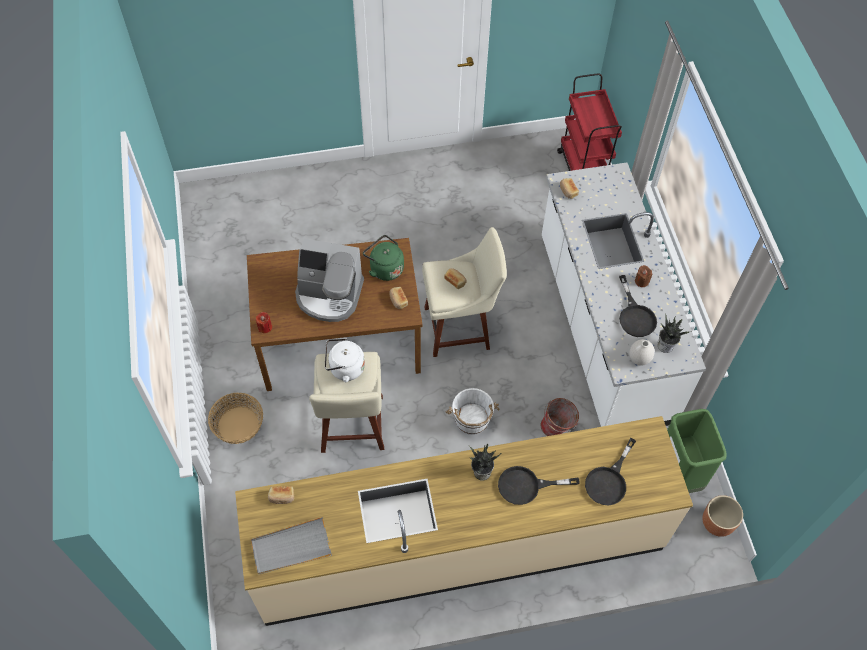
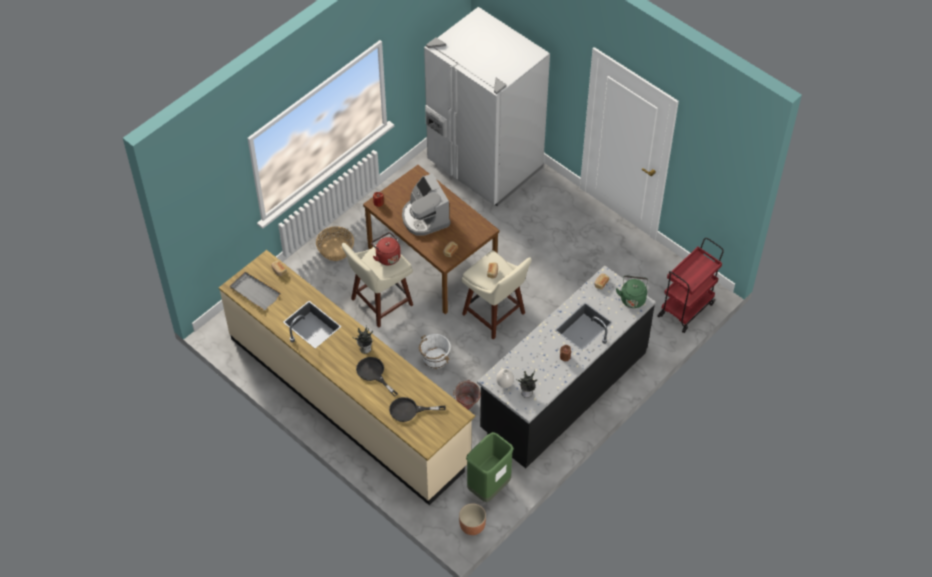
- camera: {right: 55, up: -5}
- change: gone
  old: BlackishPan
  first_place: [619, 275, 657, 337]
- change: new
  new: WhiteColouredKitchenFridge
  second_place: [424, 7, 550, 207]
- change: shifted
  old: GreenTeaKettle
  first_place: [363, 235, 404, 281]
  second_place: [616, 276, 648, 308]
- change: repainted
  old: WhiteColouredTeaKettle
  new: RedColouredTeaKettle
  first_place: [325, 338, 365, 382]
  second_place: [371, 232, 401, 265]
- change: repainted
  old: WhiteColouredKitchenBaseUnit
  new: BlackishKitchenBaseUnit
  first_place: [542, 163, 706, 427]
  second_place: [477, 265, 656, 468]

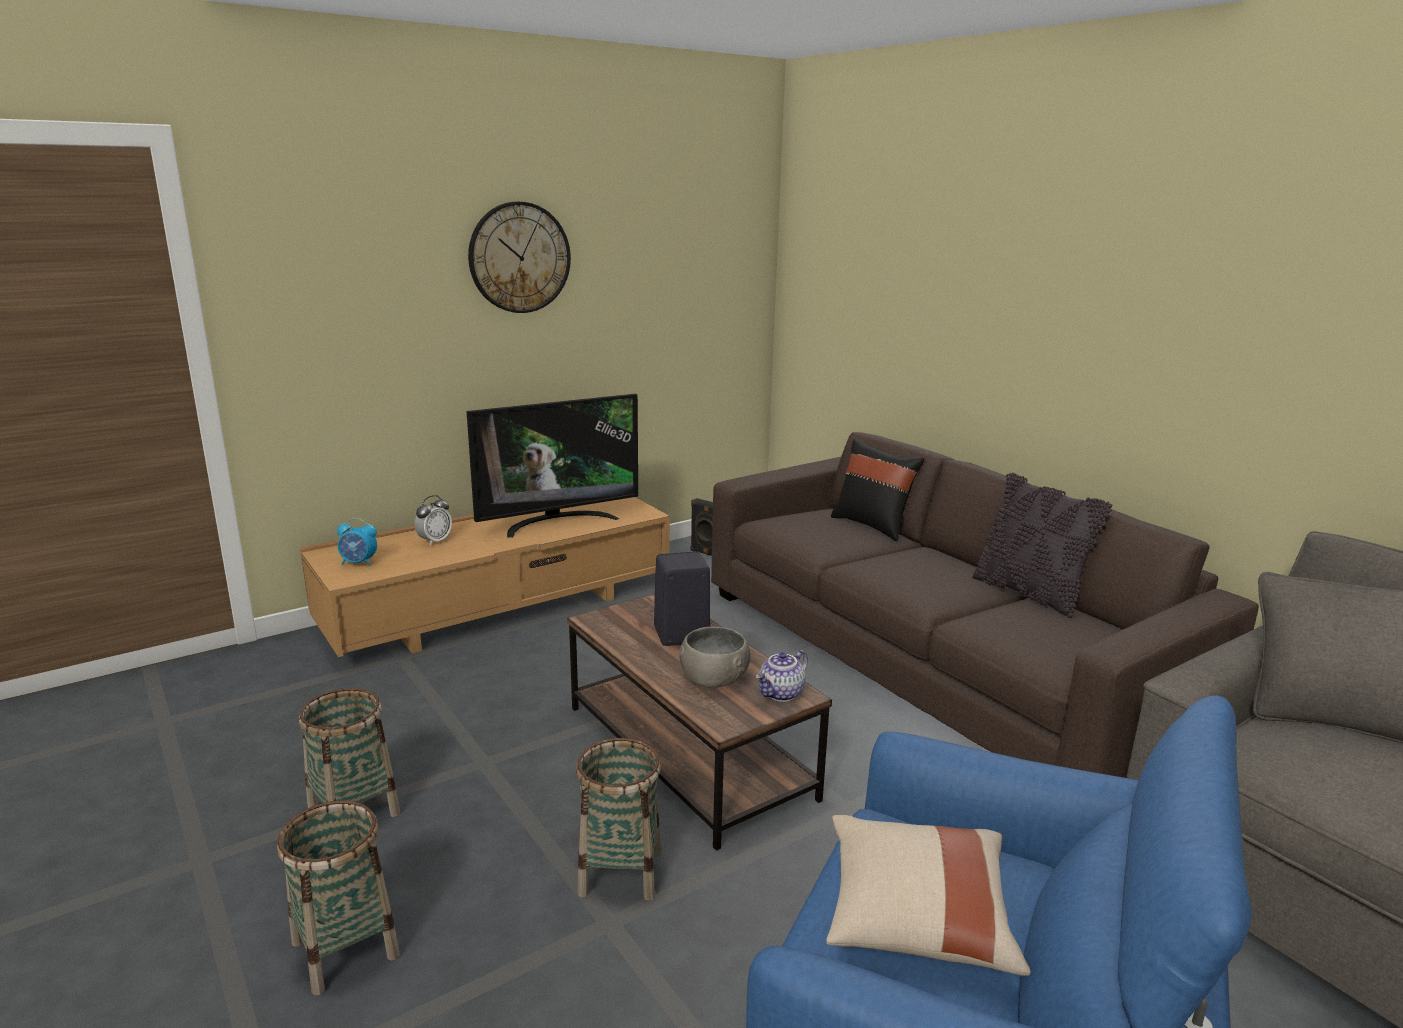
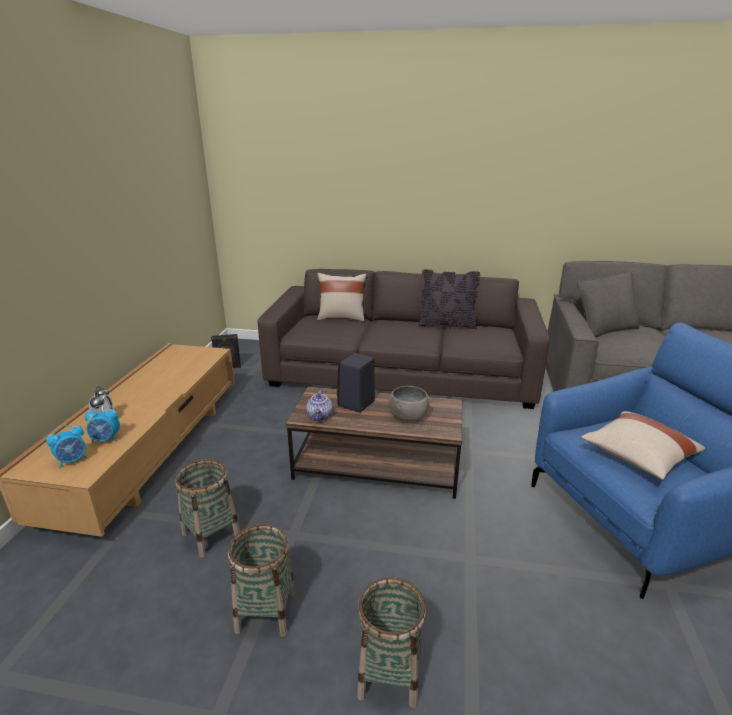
- camera: {right: -45, up: 5}
- change: gone
  old: Tv
  first_place: [467, 394, 638, 538]
- change: gone
  old: HangingClock
  first_place: [468, 201, 571, 313]
- change: new
  new: TableClock
  second_place: [85, 405, 120, 443]
- change: shifted
  old: HouseholdBasket
  first_place: [576, 738, 661, 901]
  second_place: [175, 459, 240, 558]
- change: shifted
  old: TeaPot
  first_place: [756, 650, 808, 702]
  second_place: [306, 390, 333, 421]
- change: repainted
  old: BlackishCushion
  new: BeigeCushion
  first_place: [831, 438, 924, 541]
  second_place: [317, 273, 367, 321]

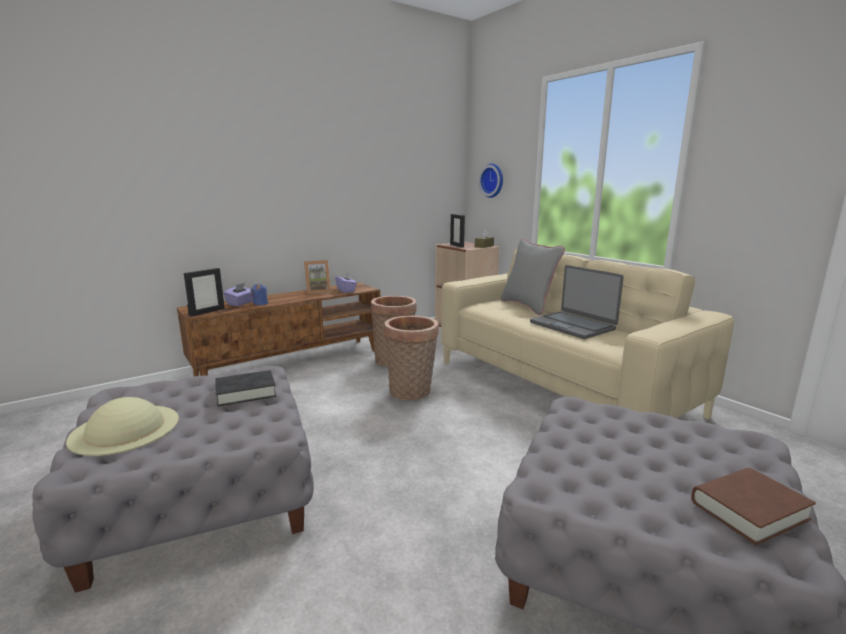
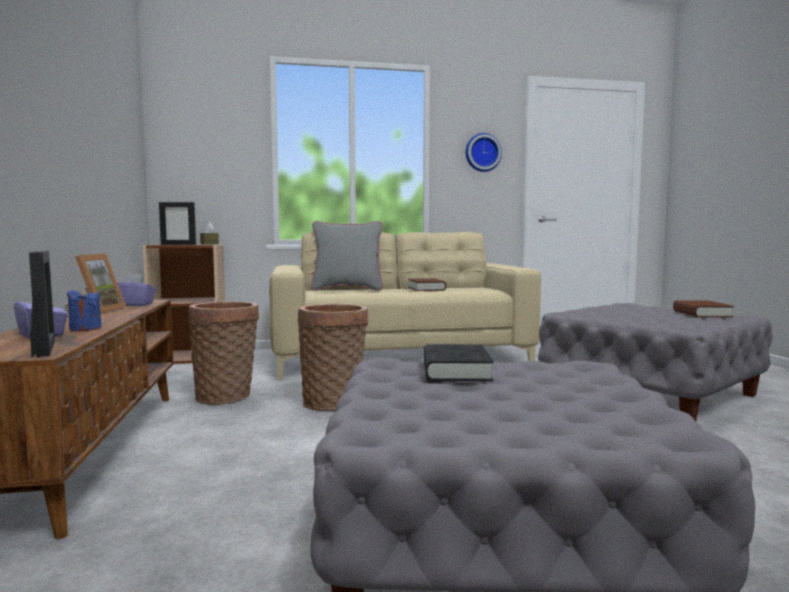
- camera: {right: -65, up: -10}
- change: gone
  old: BeigeClothingHat
  first_place: [66, 397, 179, 456]
- change: shifted
  old: HangingClock
  first_place: [479, 163, 503, 198]
  second_place: [466, 133, 502, 172]
- change: swapped
  old: NotebookComputer
  new: BrownColouredBoundBook
  first_place: [530, 265, 624, 339]
  second_place: [408, 278, 446, 291]

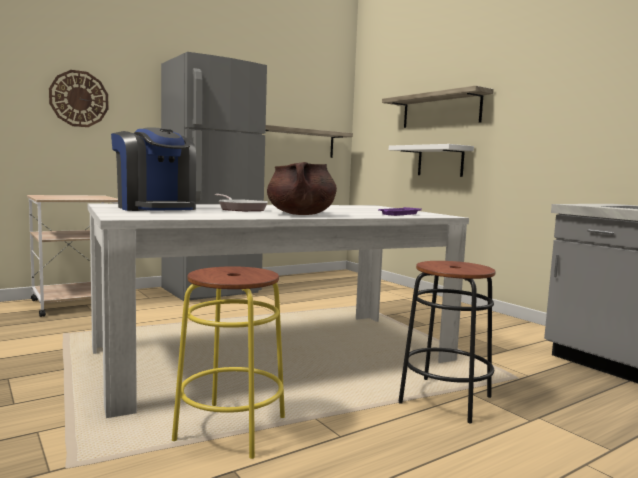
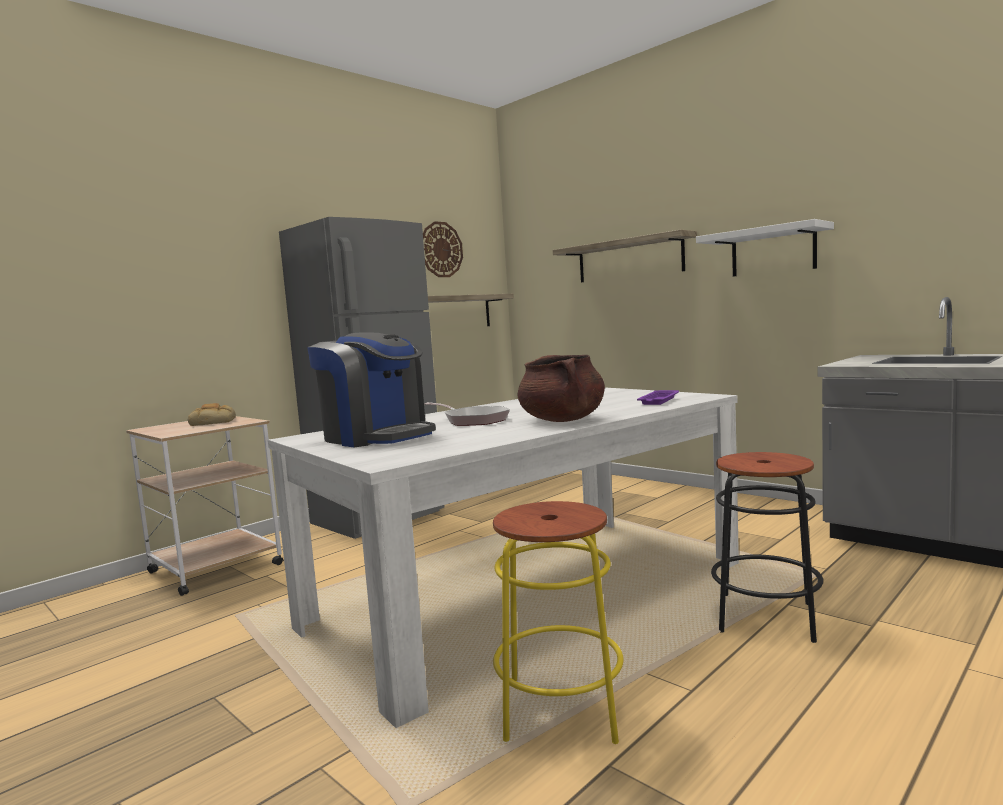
- camera: {right: -10, up: 0}
- change: new
  new: Bread
  second_place: [188, 403, 236, 426]
- change: shifted
  old: HangingClock
  first_place: [49, 70, 108, 127]
  second_place: [423, 221, 463, 277]
- change: shifted
  old: WhiteColouredWallShelf
  first_place: [389, 144, 474, 177]
  second_place: [696, 219, 834, 277]

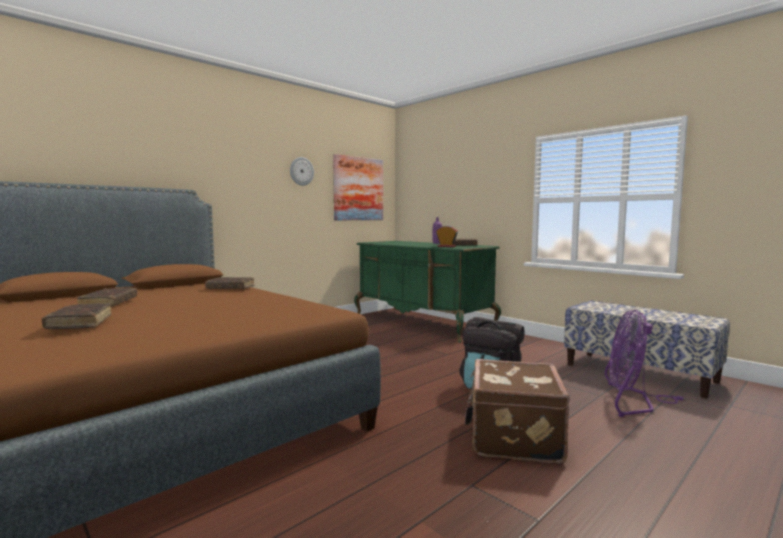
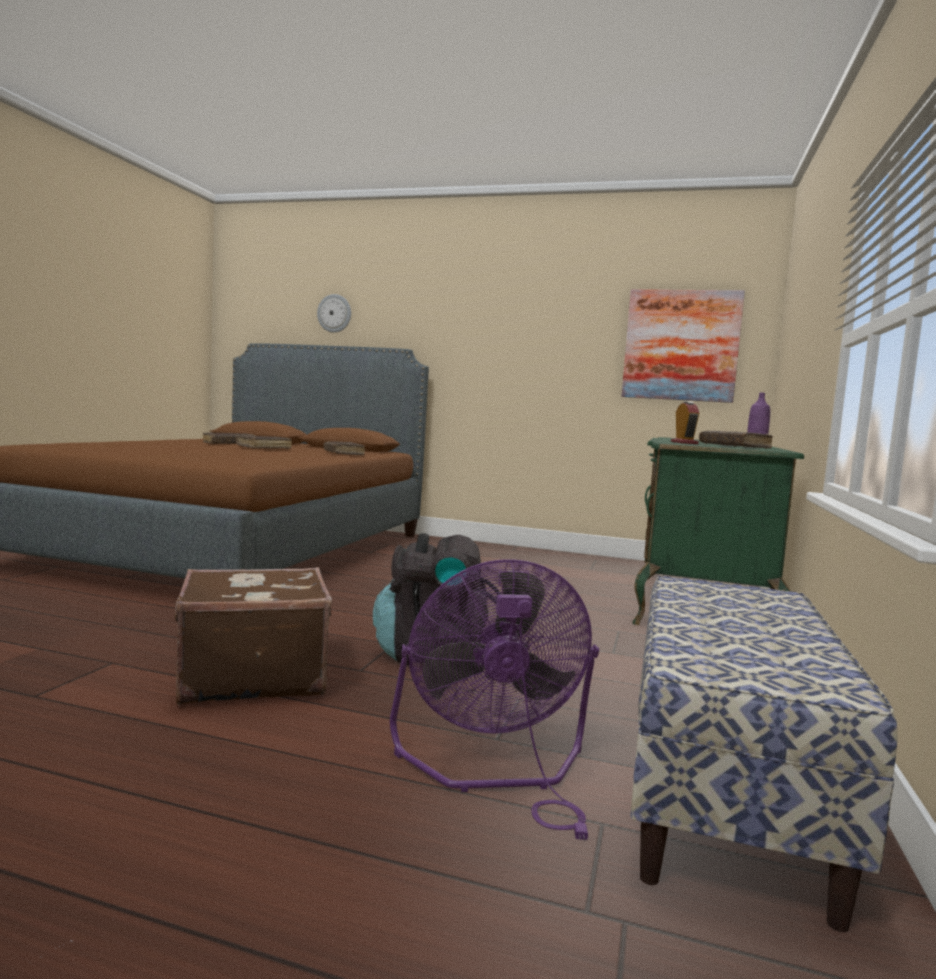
- camera: {right: 60, up: 0}
- change: shifted
  old: BrownColouredBoundBook
  first_place: [42, 303, 111, 329]
  second_place: [236, 435, 292, 449]
- change: shifted
  old: HangingClock
  first_place: [290, 157, 314, 186]
  second_place: [317, 294, 351, 333]

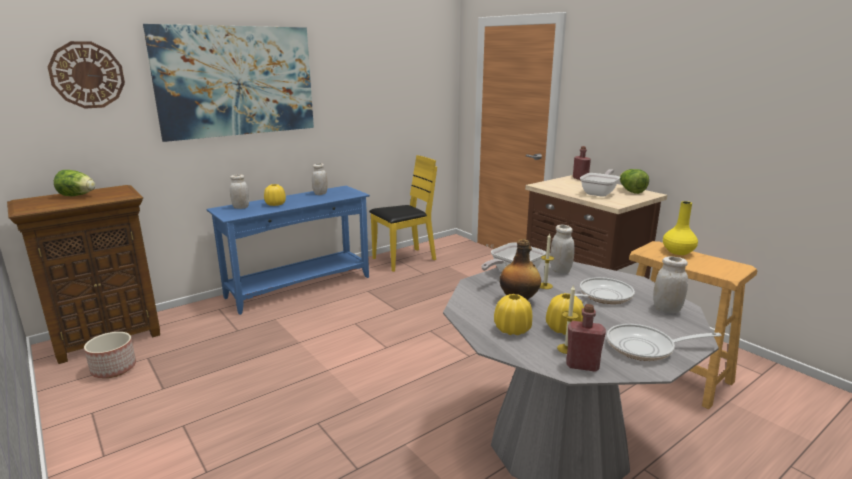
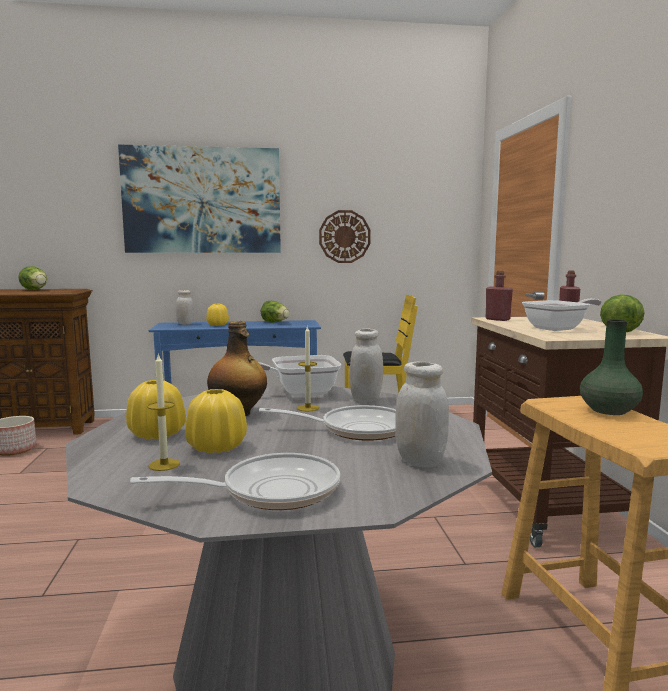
- camera: {right: 30, up: -10}
- change: shifted
  old: HangingClock
  first_place: [48, 41, 125, 109]
  second_place: [319, 210, 371, 263]
- change: shifted
  old: RedColouredBeverageBottle
  first_place: [566, 304, 606, 372]
  second_place: [485, 271, 513, 321]
- change: swapped
  old: WhiteColouredJar
  new: LettuceHead
  first_place: [312, 163, 328, 195]
  second_place: [261, 301, 290, 323]
- change: repainted
  old: YellowishVase
  new: GreenVase
  first_place: [663, 201, 698, 255]
  second_place: [580, 319, 643, 415]
- change: rotated
  old: Pan
  first_place: [607, 324, 721, 361]
  second_place: [130, 453, 340, 510]
  degrees: 135

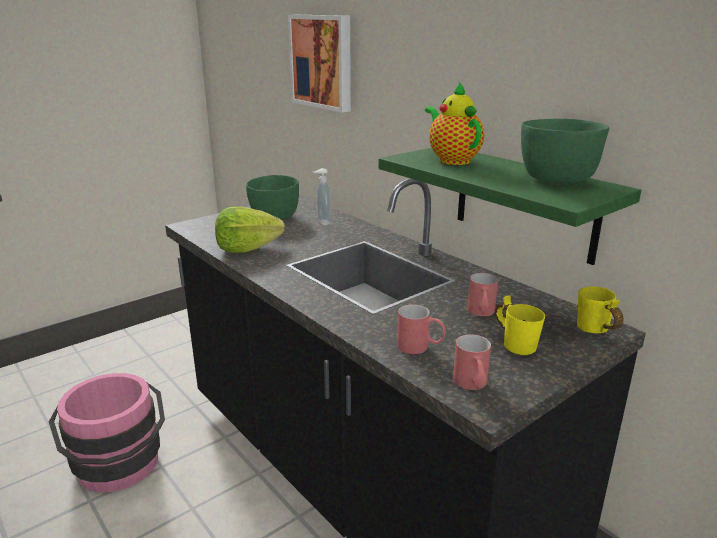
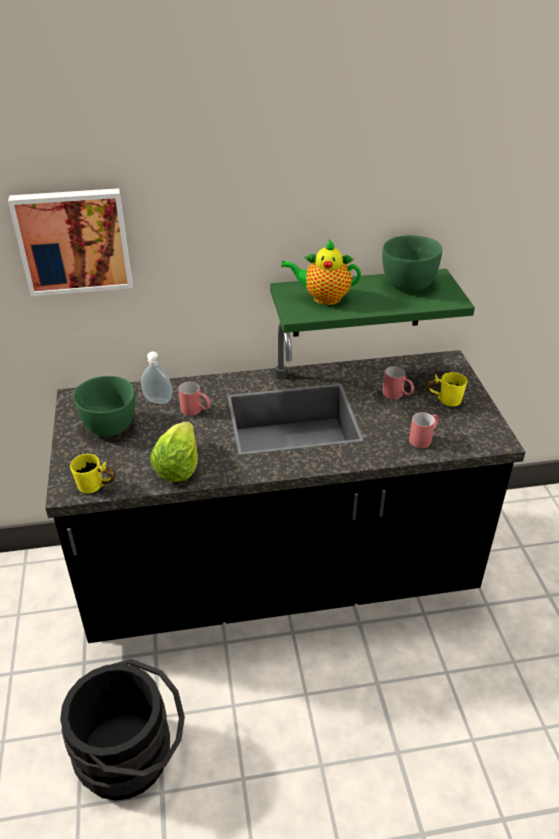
- camera: {right: -60, up: 15}
- change: shifted
  old: RedColouredTeaMug
  first_place: [453, 335, 491, 390]
  second_place: [178, 381, 211, 416]
- change: shifted
  old: YellowishTeaMug
  first_place: [577, 286, 624, 334]
  second_place: [70, 454, 116, 494]
- change: repainted
  old: PinkishPail
  new: BlackishPail
  first_place: [49, 373, 165, 492]
  second_place: [60, 659, 185, 801]

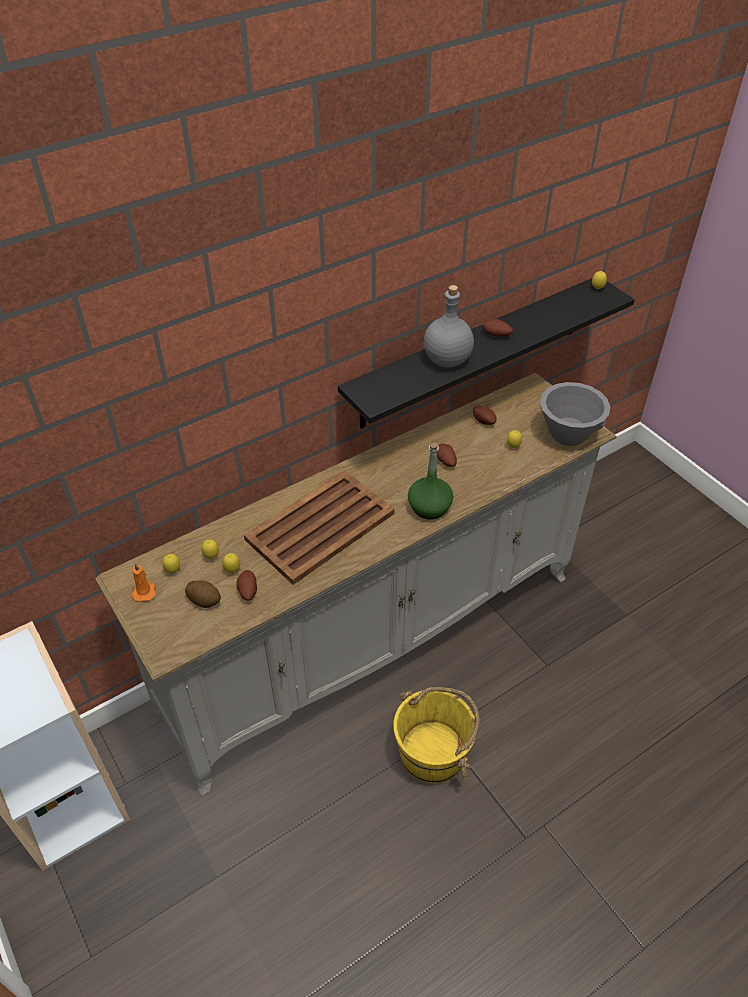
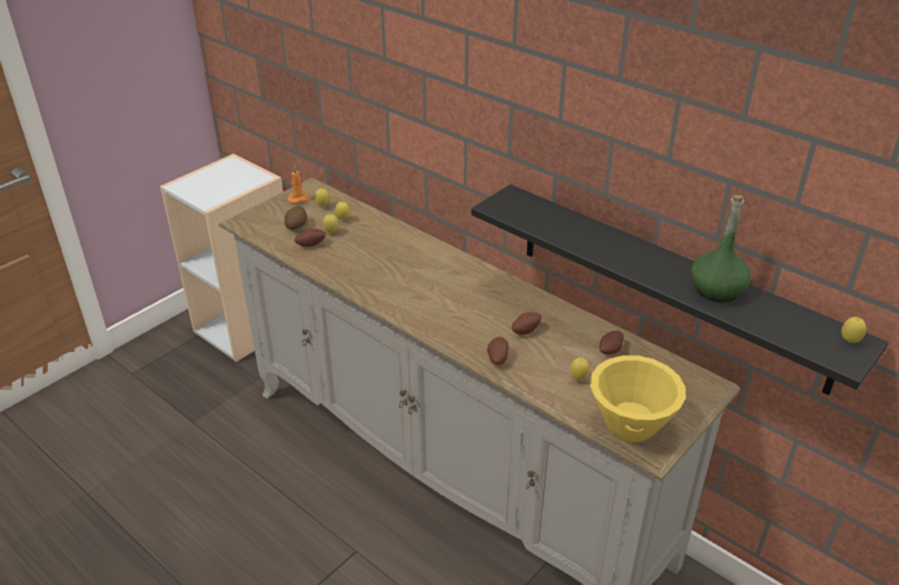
- camera: {right: 75, up: -10}
- change: gone
  old: BrownColouredServingTray
  first_place: [244, 470, 394, 585]
- change: gone
  old: YellowishPail
  first_place: [393, 687, 480, 784]
- change: gone
  old: GreyishBeverageBottle
  first_place: [424, 285, 474, 368]
- change: shifted
  old: GreenBeverageBottle
  first_place: [408, 442, 453, 519]
  second_place: [692, 195, 751, 302]
- change: shifted
  old: Spud
  first_place: [483, 319, 513, 337]
  second_place: [487, 337, 509, 365]
- change: repainted
  old: GreyishBowl
  new: YellowishBowl
  first_place: [540, 382, 610, 446]
  second_place: [590, 355, 686, 442]

